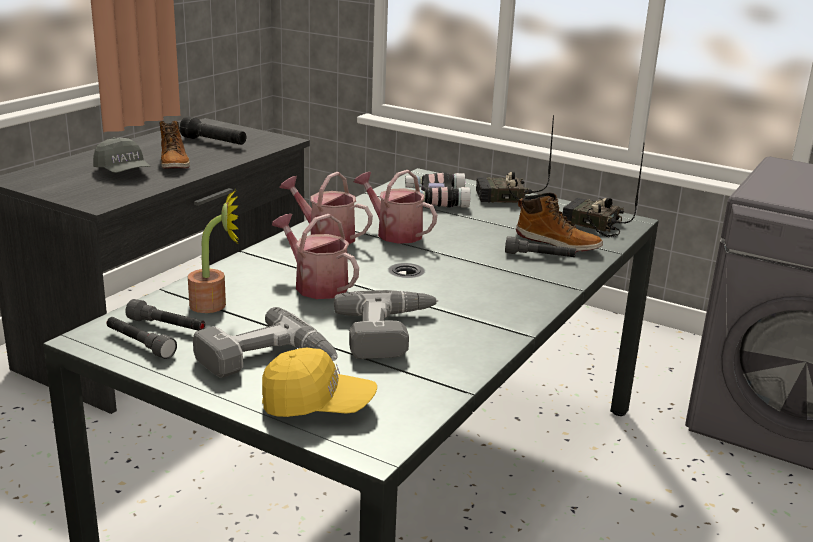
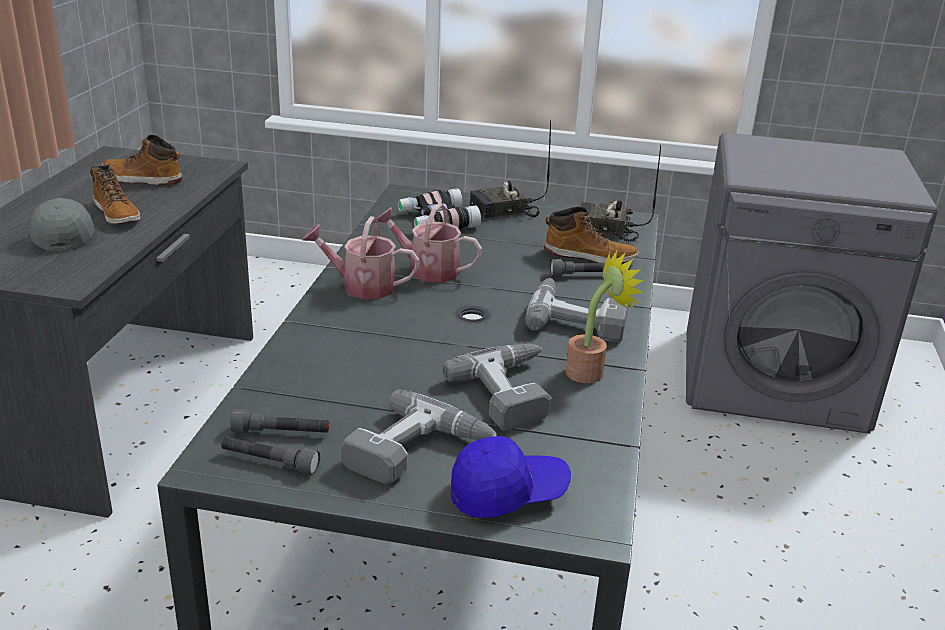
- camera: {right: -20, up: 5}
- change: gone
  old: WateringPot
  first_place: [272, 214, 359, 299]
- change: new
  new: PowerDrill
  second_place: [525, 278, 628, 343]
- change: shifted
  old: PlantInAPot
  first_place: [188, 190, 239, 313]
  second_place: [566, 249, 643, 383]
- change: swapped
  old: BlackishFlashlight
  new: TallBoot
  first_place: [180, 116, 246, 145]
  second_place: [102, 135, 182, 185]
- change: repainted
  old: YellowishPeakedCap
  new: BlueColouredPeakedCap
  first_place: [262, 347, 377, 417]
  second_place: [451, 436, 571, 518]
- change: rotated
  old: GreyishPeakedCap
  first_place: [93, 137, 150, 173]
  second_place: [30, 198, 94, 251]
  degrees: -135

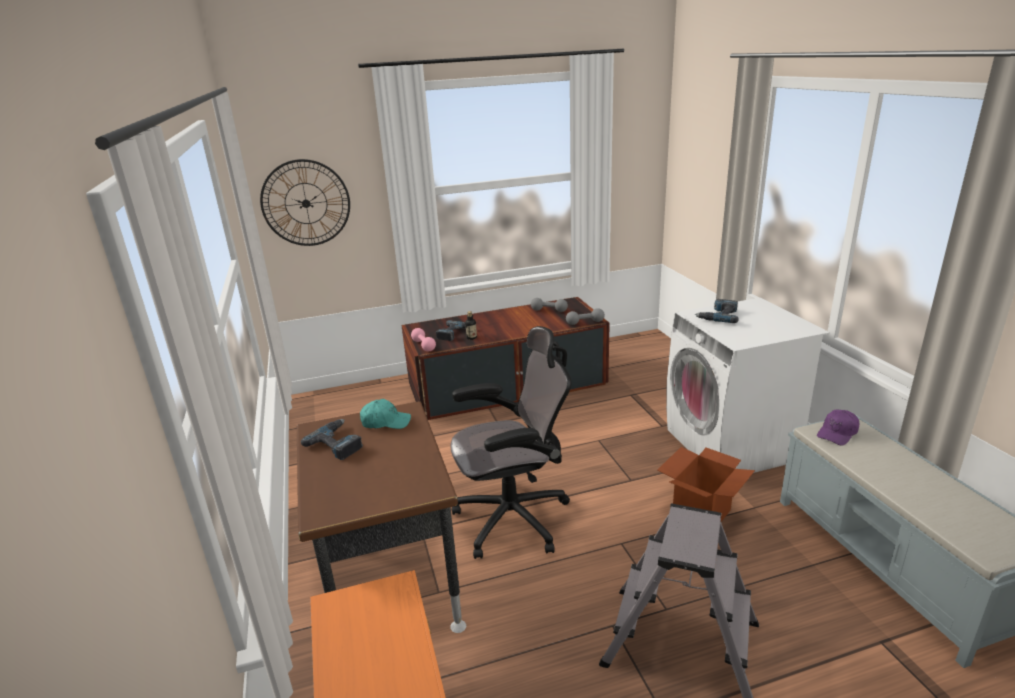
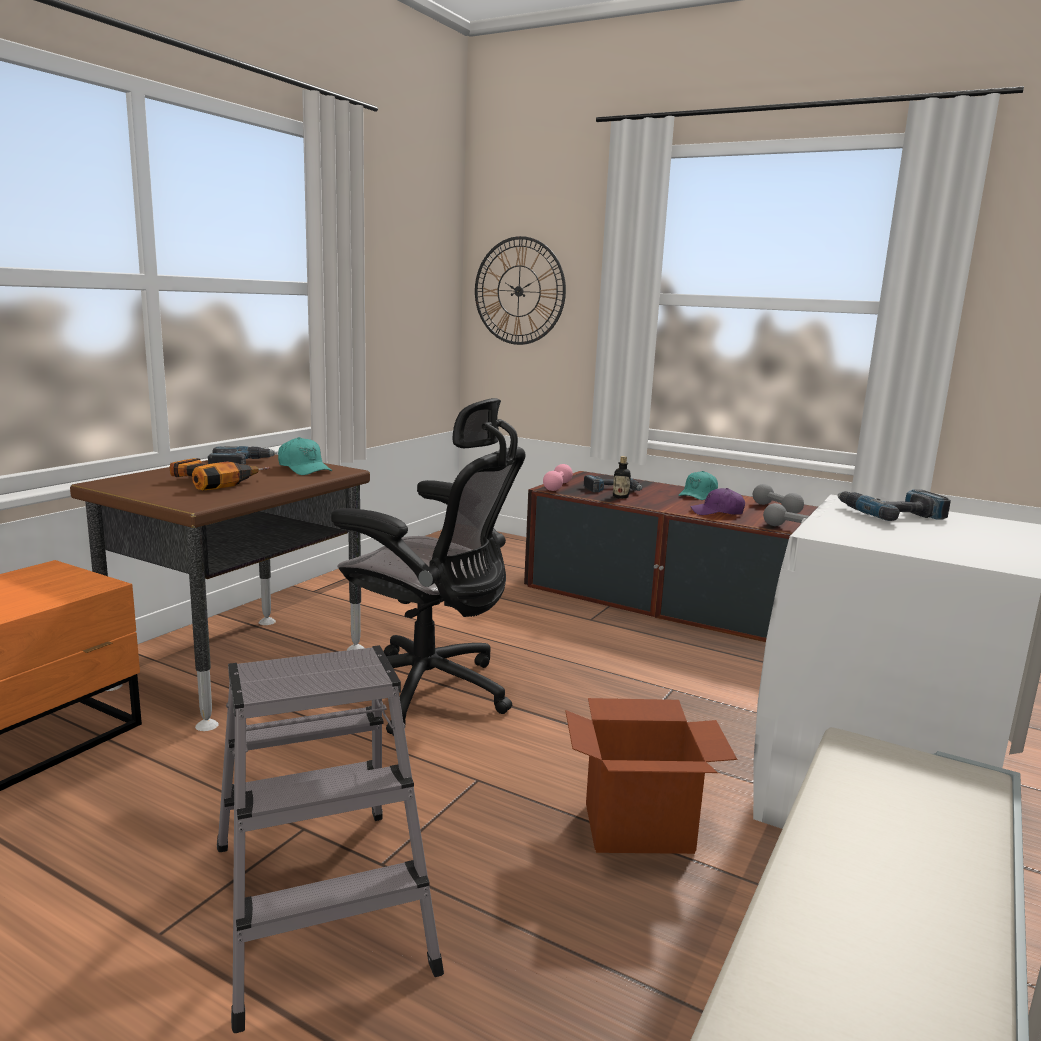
- camera: {right: 45, up: -10}
- change: new
  new: PowerDrill
  second_place: [170, 458, 269, 491]
- change: new
  new: BlueGreenPeakedCap
  second_place: [678, 471, 718, 500]
- change: shifted
  old: PurplishPeakedCap
  first_place: [817, 410, 859, 445]
  second_place: [690, 488, 745, 515]

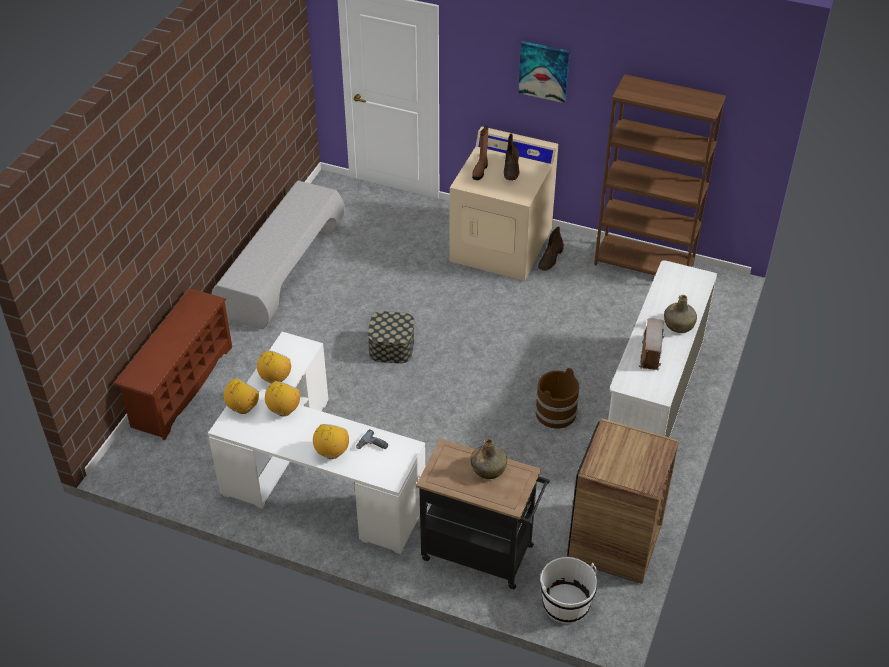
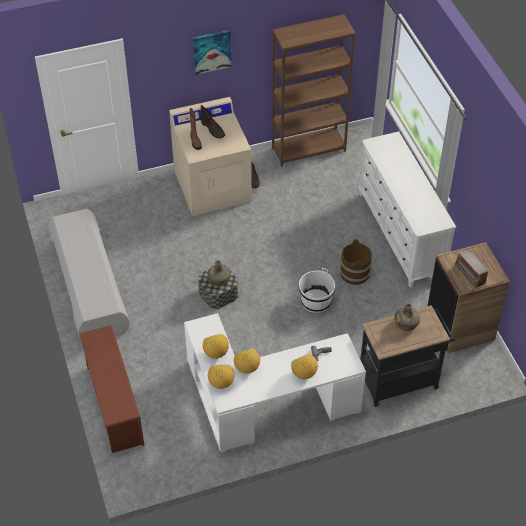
- camera: {right: -40, up: 5}
- change: shifted
  old: WhiteColouredPail
  first_place: [540, 557, 598, 624]
  second_place: [299, 268, 335, 313]
- change: shifted
  old: Radio
  first_place: [639, 318, 664, 370]
  second_place: [455, 249, 488, 289]
- change: shifted
  old: GreenBeverageBottle
  first_place: [664, 295, 697, 333]
  second_place: [207, 260, 231, 286]

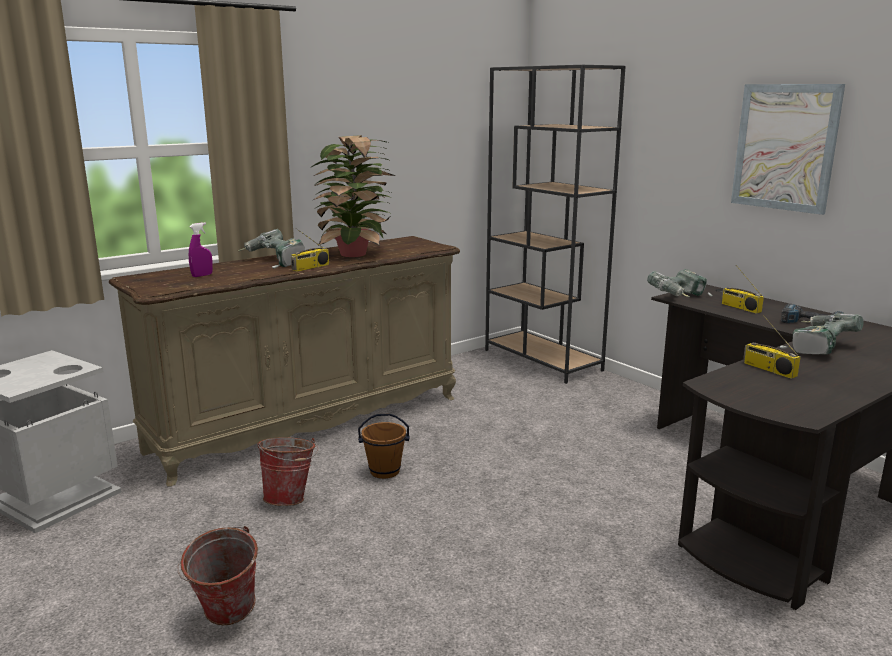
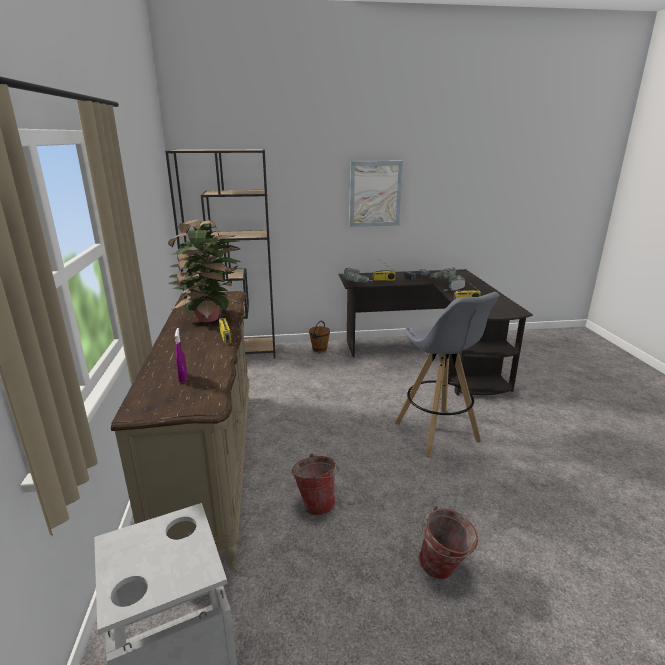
- camera: {right: -60, up: 5}
- change: gone
  old: PowerDrill
  first_place: [238, 229, 305, 268]
- change: new
  new: GreyishSittingStool
  second_place: [395, 292, 500, 457]
- change: shifted
  old: BrownColouredPail
  first_place: [358, 413, 410, 479]
  second_place: [309, 321, 330, 352]

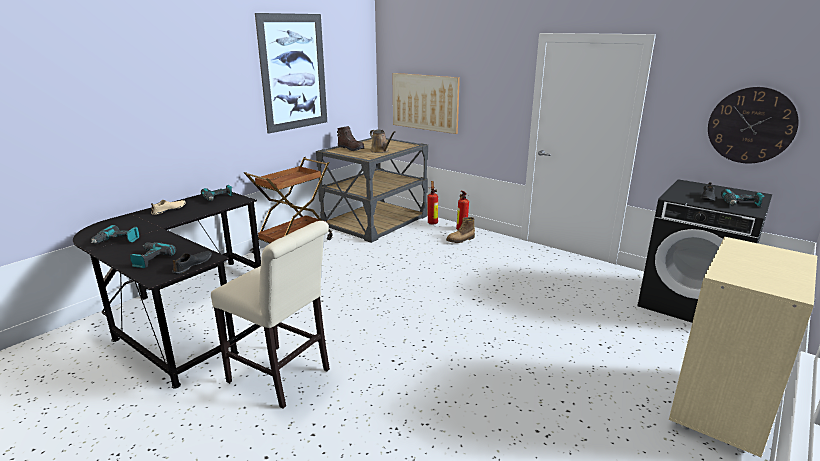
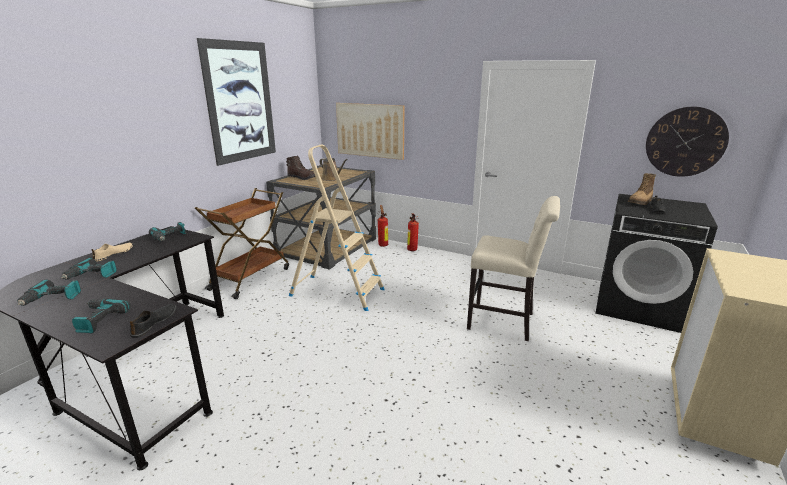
- camera: {right: -10, up: 0}
- change: new
  new: BeigeStepladder
  second_place: [289, 144, 385, 311]
- change: shifted
  old: BeigeSittingStool
  first_place: [211, 221, 330, 409]
  second_place: [467, 196, 560, 341]
- change: shifted
  old: TallBoot
  first_place: [446, 217, 475, 243]
  second_place: [628, 173, 656, 205]
- change: shifted
  old: PowerDrill
  first_place: [721, 189, 765, 206]
  second_place: [61, 258, 117, 280]

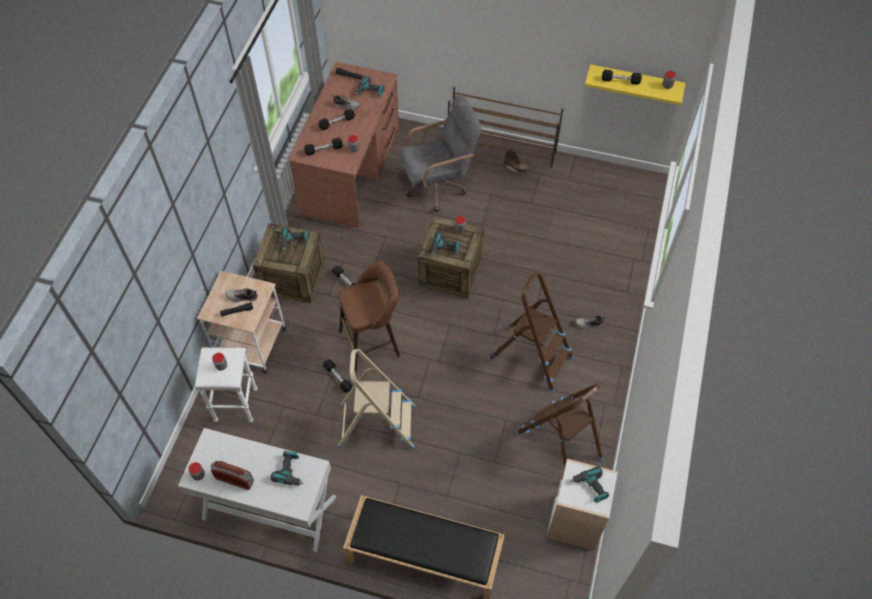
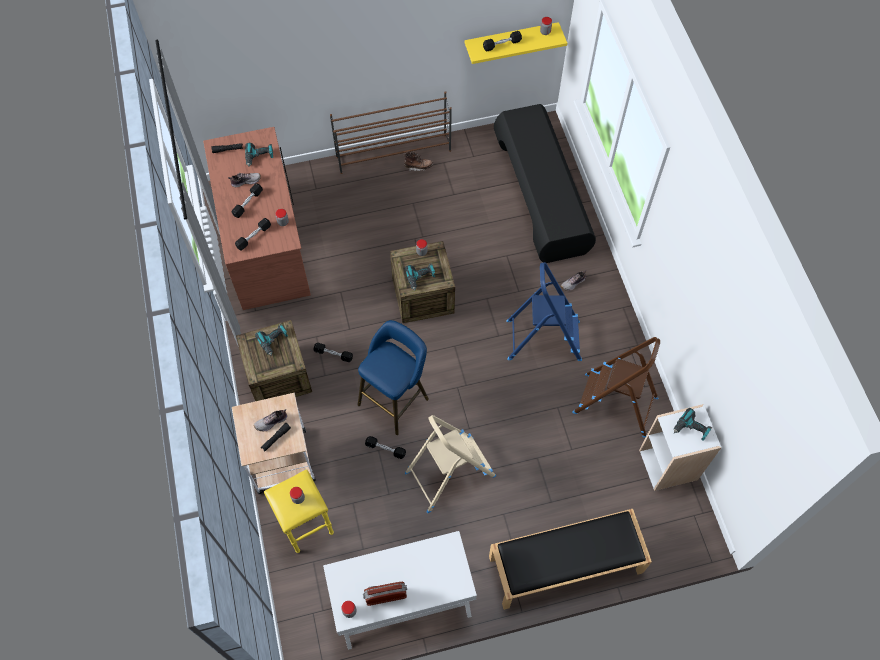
- camera: {right: -30, up: 5}
- change: gone
  old: PowerDrill
  first_place: [270, 451, 304, 486]
- change: gone
  old: GreyishOfficeChair
  first_place: [400, 95, 482, 212]
- change: new
  new: BlackishIndoorBench
  second_place: [494, 104, 596, 263]
- change: repainted
  old: WhiteColouredSittingStool
  new: YellowishSittingStool
  first_place: [195, 347, 257, 423]
  second_place: [264, 469, 334, 553]
- change: repainted
  old: BrownColouredSittingStool
  new: BlueColouredSittingStool
  first_place: [338, 261, 400, 372]
  second_place: [358, 320, 429, 435]
- change: repainted
  old: BrownColouredStepladder
  new: BlueColouredStepladder
  first_place: [488, 272, 574, 392]
  second_place: [507, 262, 582, 361]

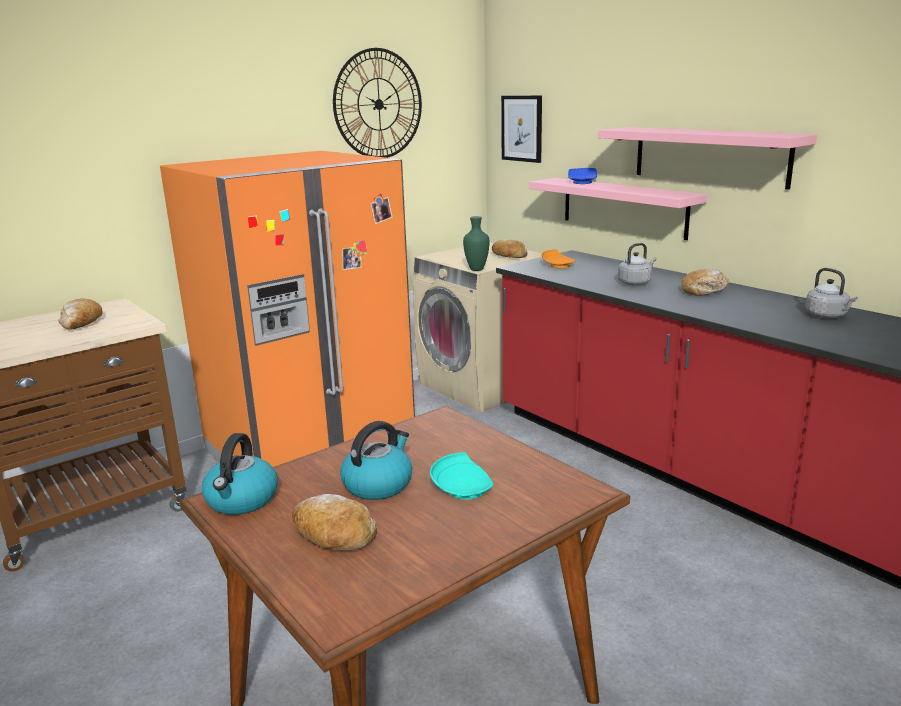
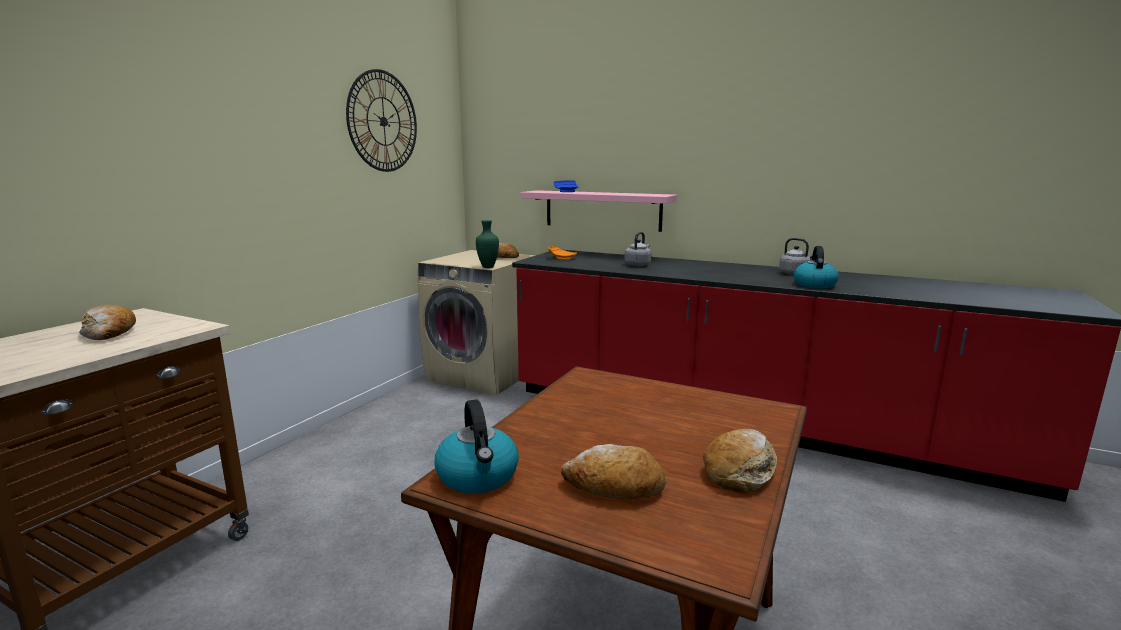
- camera: {right: -25, up: -5}
- change: gone
  old: OrangeyKitchenFridge
  first_place: [160, 151, 415, 467]
- change: gone
  old: BlueGreenPlate
  first_place: [430, 452, 493, 500]
- change: gone
  old: Picture
  first_place: [501, 95, 542, 163]
- change: gone
  old: PinkishWallShelf
  first_place: [598, 127, 817, 190]
- change: shifted
  old: TeaKettle
  first_place: [340, 421, 412, 500]
  second_place: [794, 246, 839, 289]
- change: shifted
  old: Bread
  first_place: [681, 269, 729, 296]
  second_place: [703, 428, 777, 493]

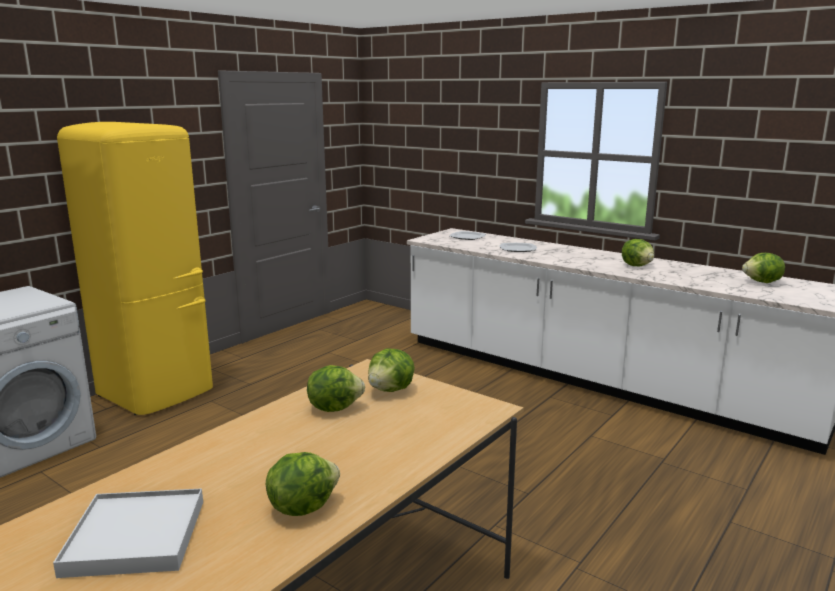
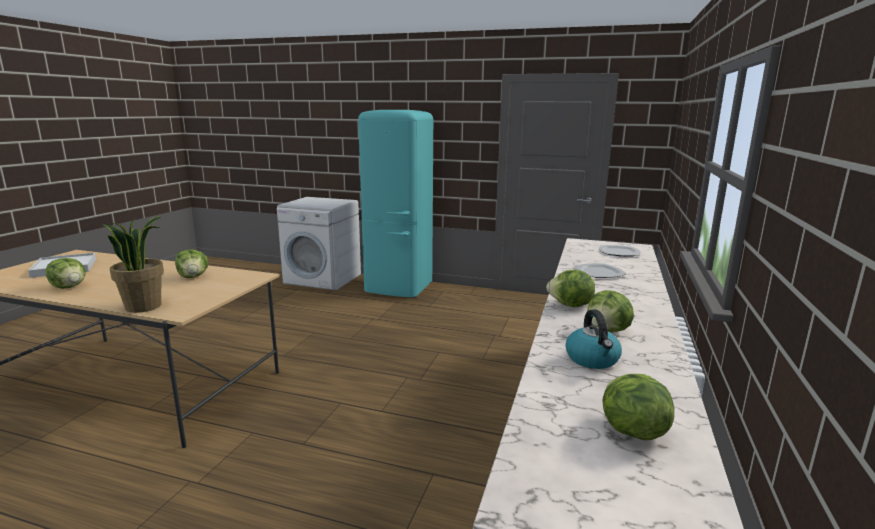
- camera: {right: 70, up: 0}
- change: new
  new: PlantInAPot
  second_place: [102, 216, 164, 313]
- change: new
  new: TeaKettle
  second_place: [566, 310, 622, 369]
- change: shifted
  old: LettuceHead
  first_place: [368, 348, 415, 392]
  second_place: [546, 270, 595, 307]
- change: repainted
  old: YellowishKitchenFridge
  new: BlueGreenKitchenFridge
  first_place: [57, 122, 213, 415]
  second_place: [358, 110, 433, 297]

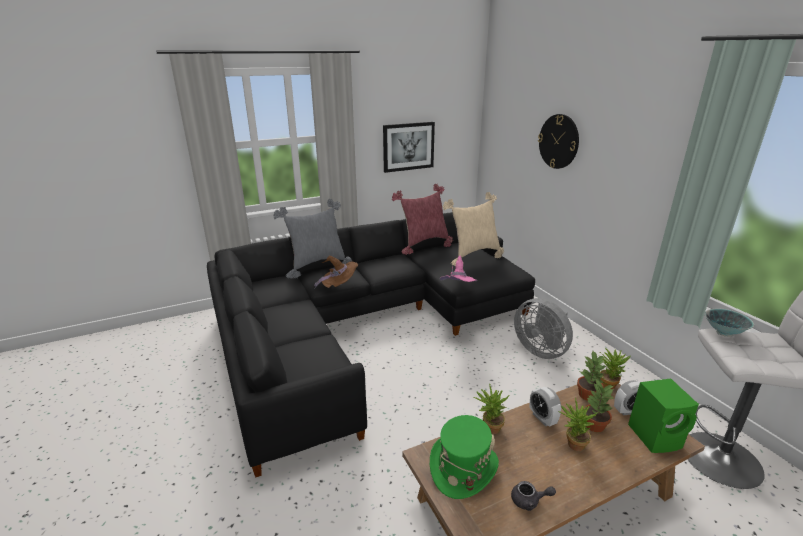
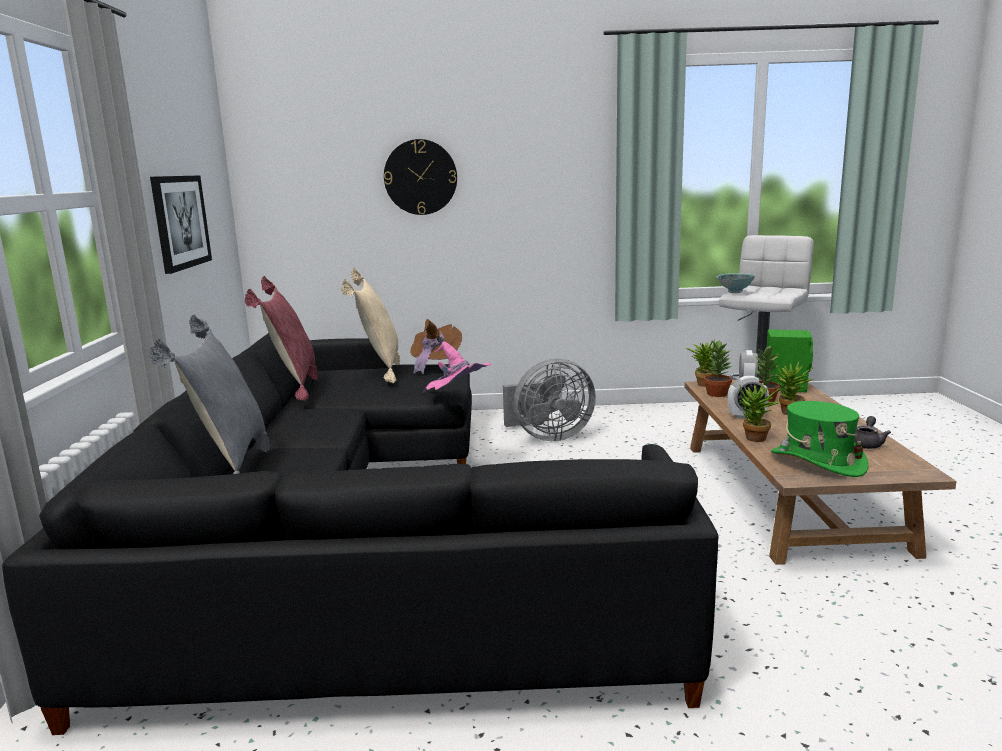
- camera: {right: -65, up: -10}
- change: shifted
  old: BrownColouredClothingHat
  first_place: [314, 255, 358, 289]
  second_place: [411, 319, 462, 374]

